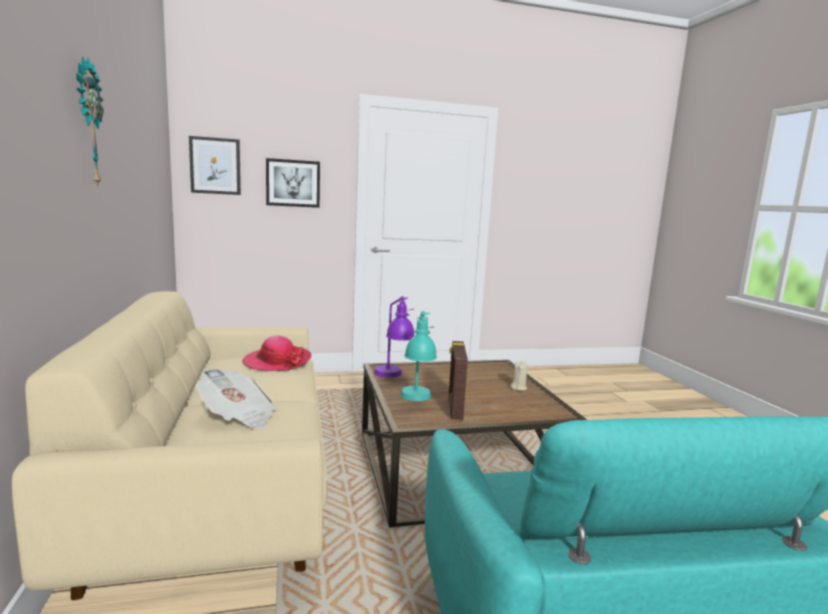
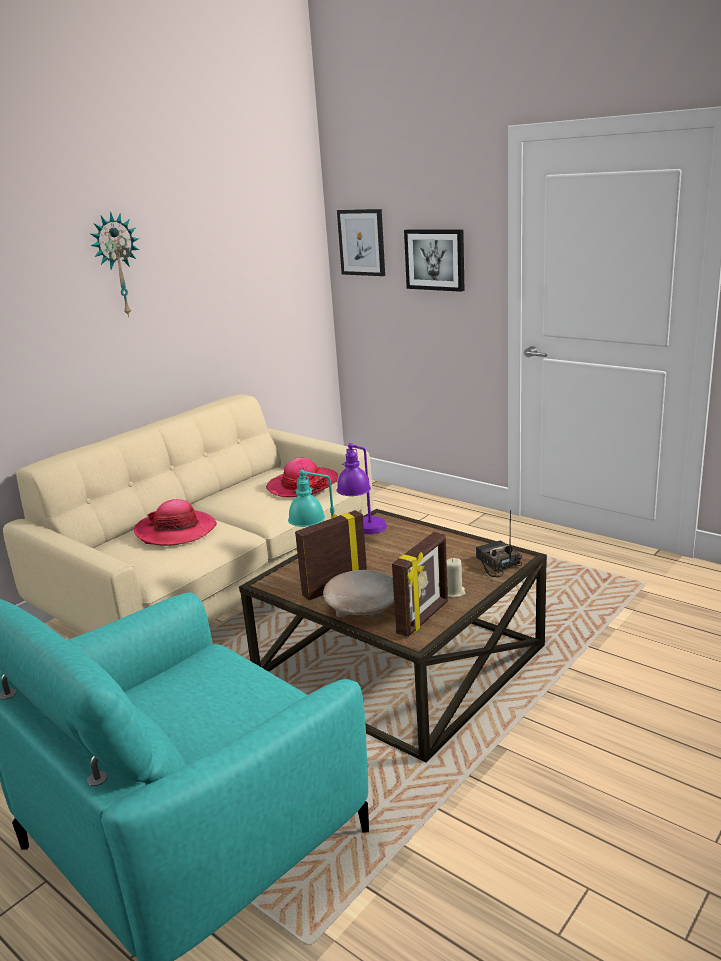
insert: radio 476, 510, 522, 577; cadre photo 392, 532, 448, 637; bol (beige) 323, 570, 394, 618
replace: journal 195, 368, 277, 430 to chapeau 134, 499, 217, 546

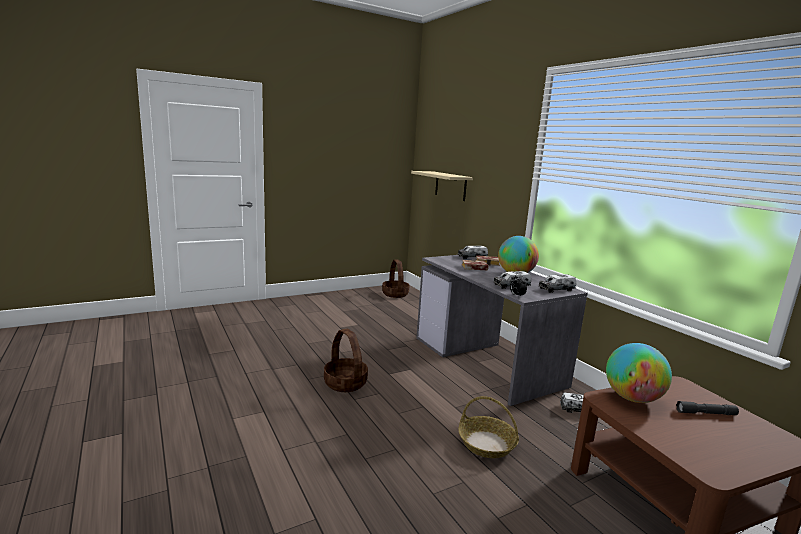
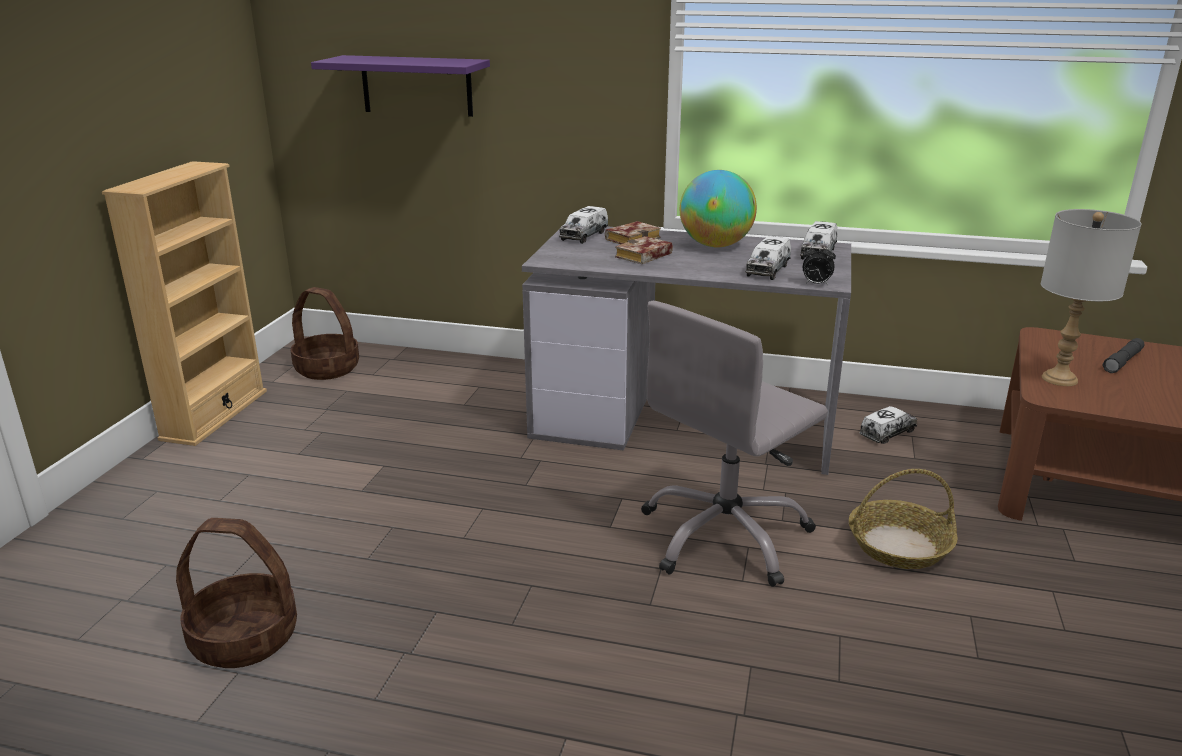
insert: bibliothèque (beige) 102, 161, 267, 446; chaise de bureau (gris) 641, 301, 828, 587
move: panier 324, 329, 368, 392 to 176, 518, 297, 668
replace: globe 606, 343, 672, 403 to lampe de table (gris) 1041, 209, 1141, 386
recolor: étagère (beige) 411, 171, 473, 201 to étagère (violet) 311, 55, 490, 117

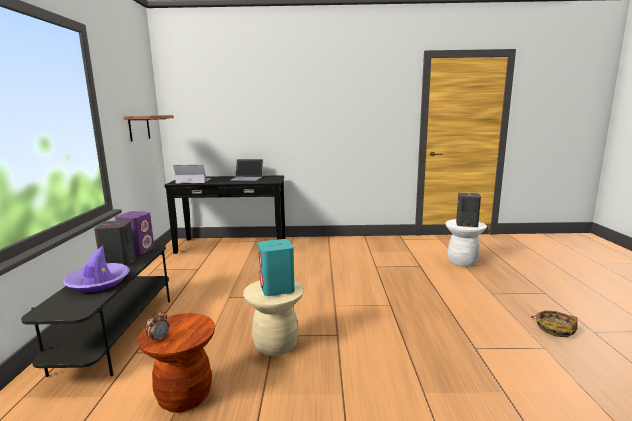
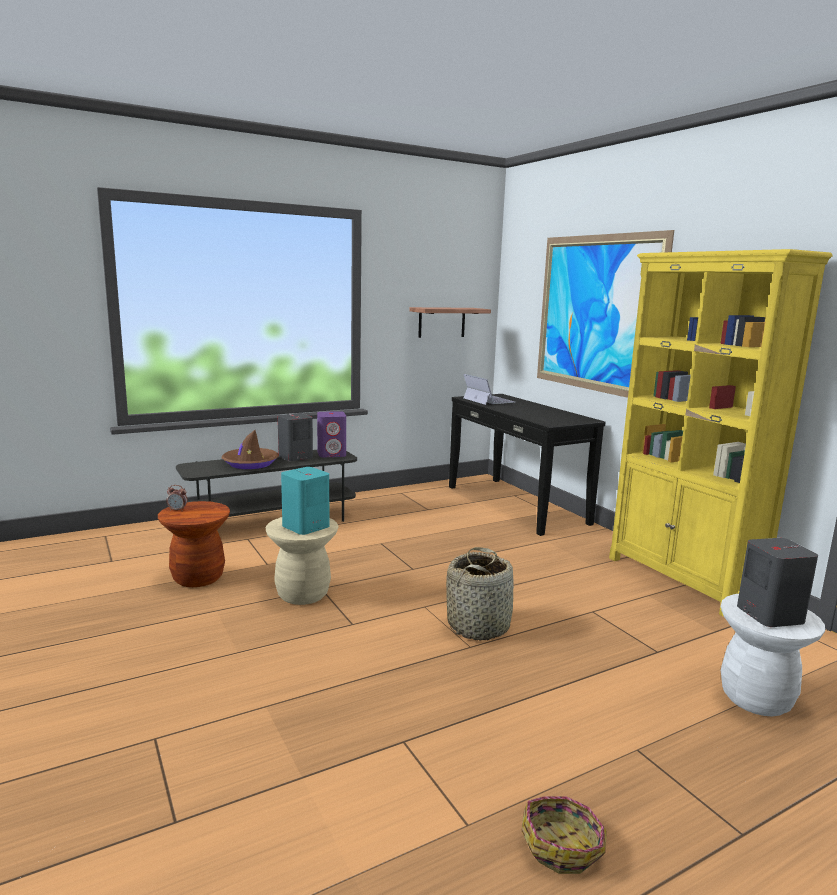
delete: ordinateur portable 231, 159, 264, 181
insert: tableau 537, 230, 674, 398; bibliothèque (jaune) 609, 249, 833, 617; panier 446, 547, 514, 641
recolor: chapeau (violet) 63, 246, 130, 292 to chapeau (marron) 222, 430, 279, 469

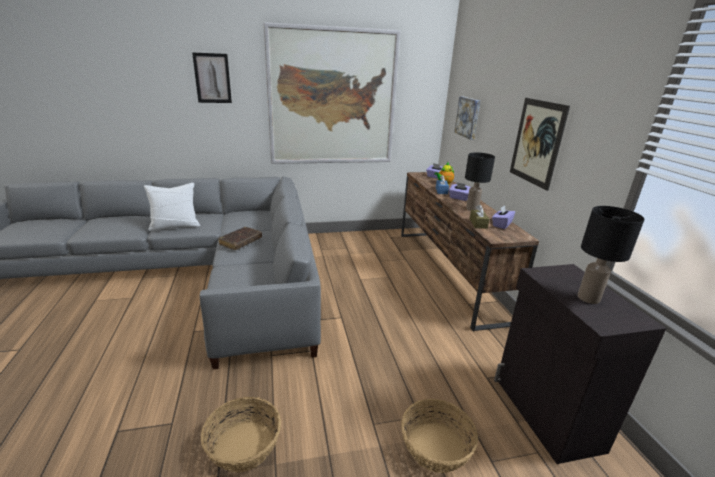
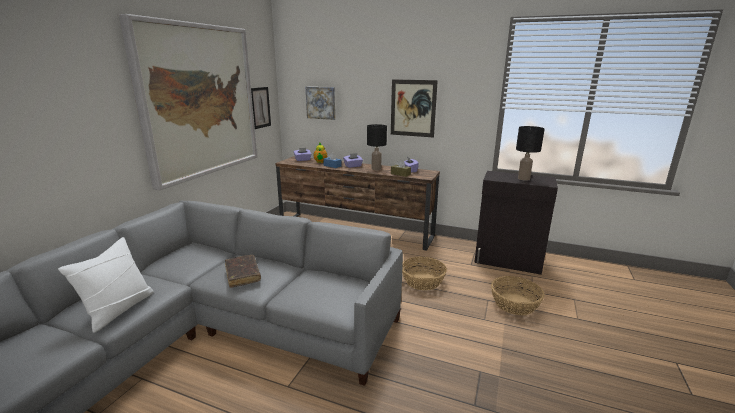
move: tableau 192, 52, 232, 103 to 251, 87, 271, 129; panier 201, 397, 281, 473 to 402, 257, 447, 290

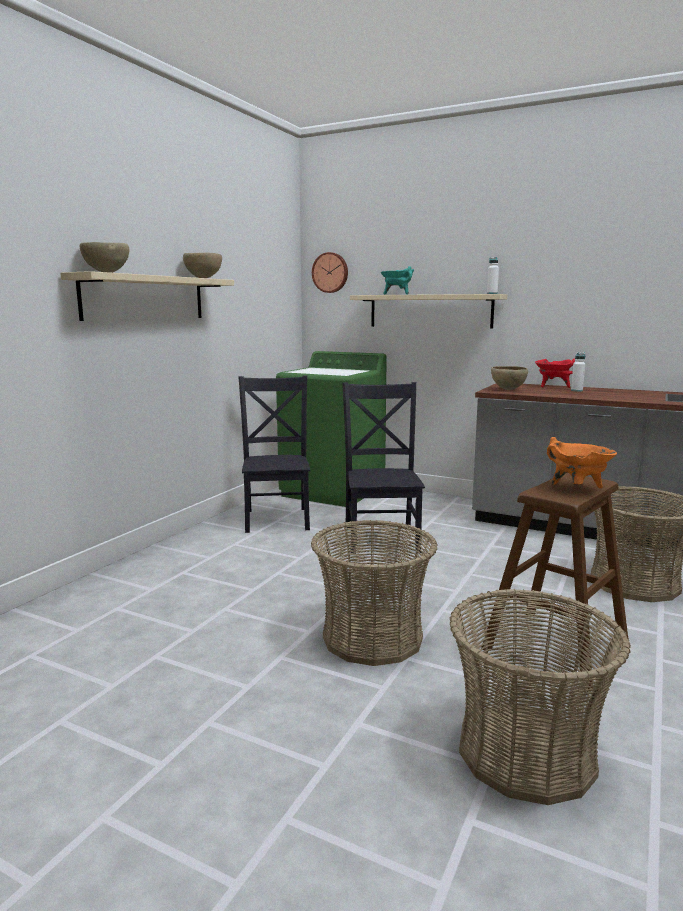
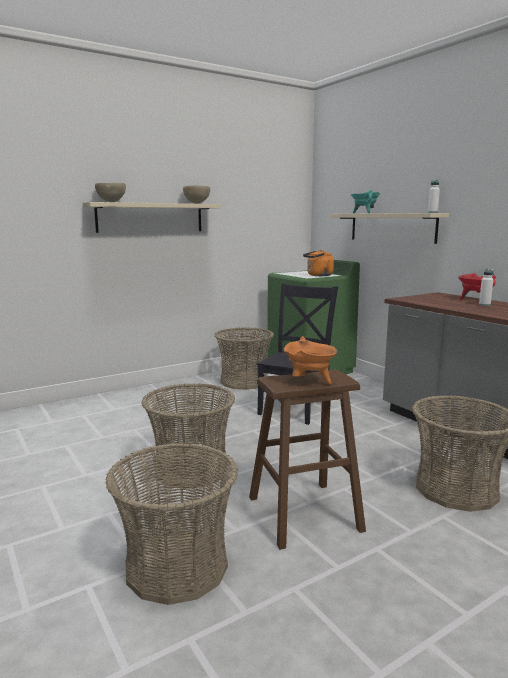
delete: horloge murale 312, 252, 348, 293; bol (marron) 491, 366, 528, 390
insert: bouilloire (orange) 303, 250, 334, 276
replace: chaise (noir) 239, 375, 310, 533 to panier 215, 327, 274, 390

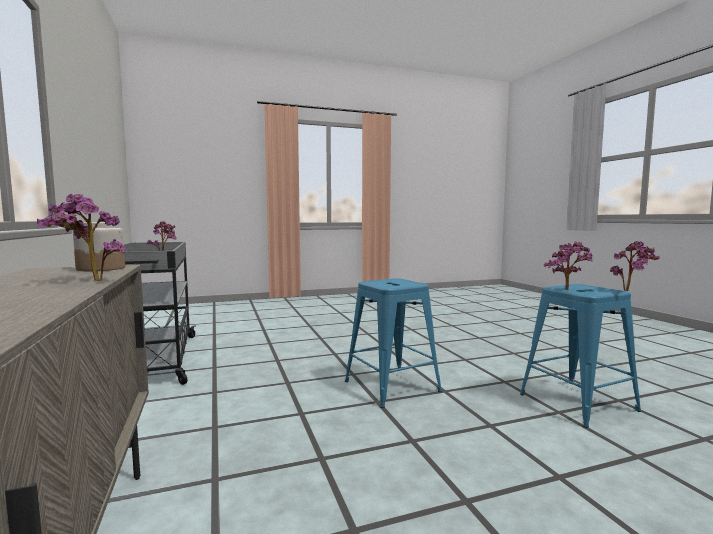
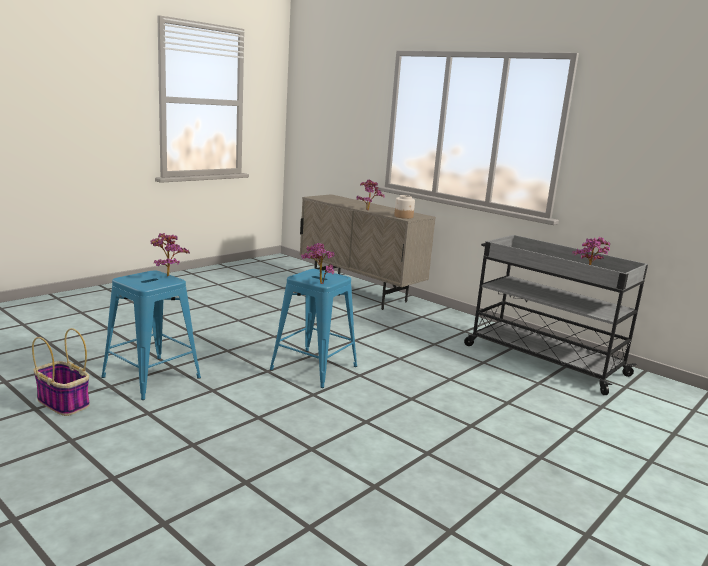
insert: panier 32, 328, 90, 416
move: plante en pot 610, 241, 660, 291 to 301, 243, 335, 284

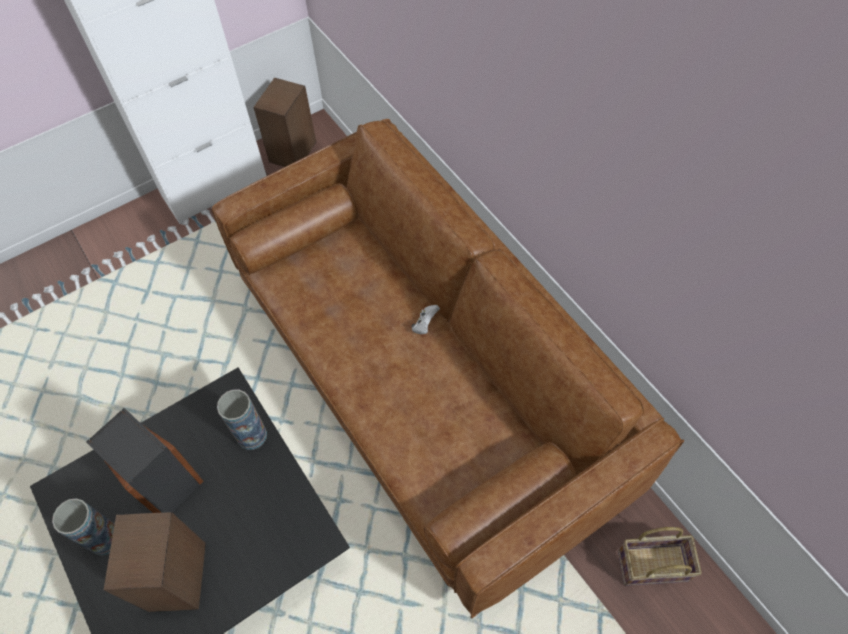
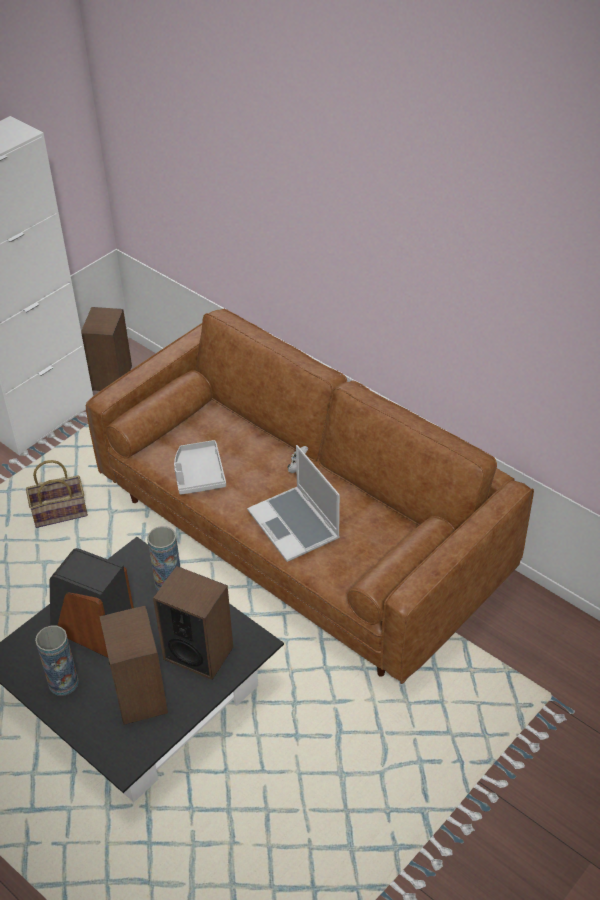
insert: plateau (gris) 174, 440, 226, 495; ordinateur portable 247, 445, 340, 562; enceinte 153, 566, 233, 680
move: panier 618, 527, 702, 586 to 26, 460, 88, 528

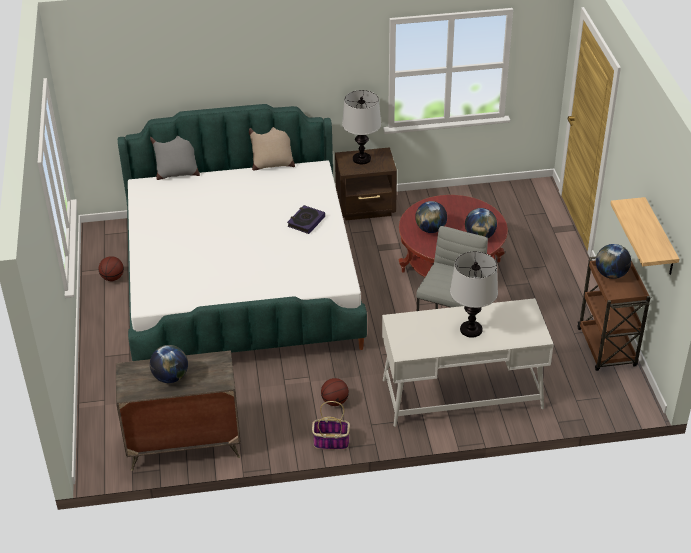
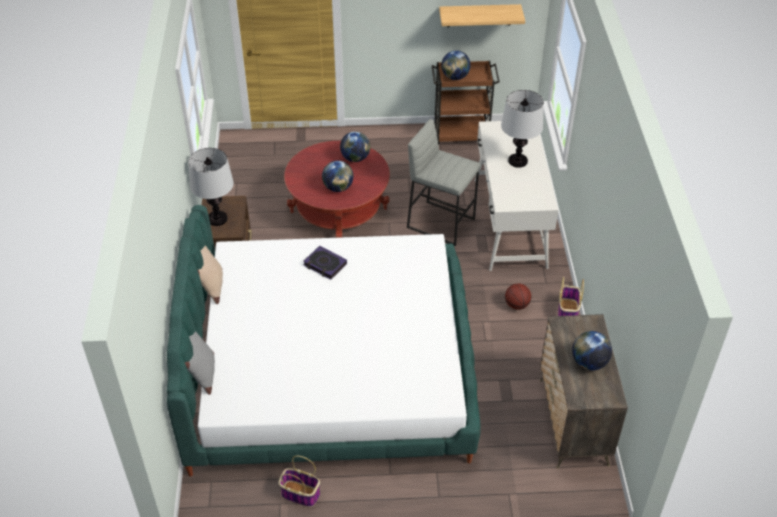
replace: ballon de basket 98, 256, 124, 281 to panier 279, 456, 320, 507

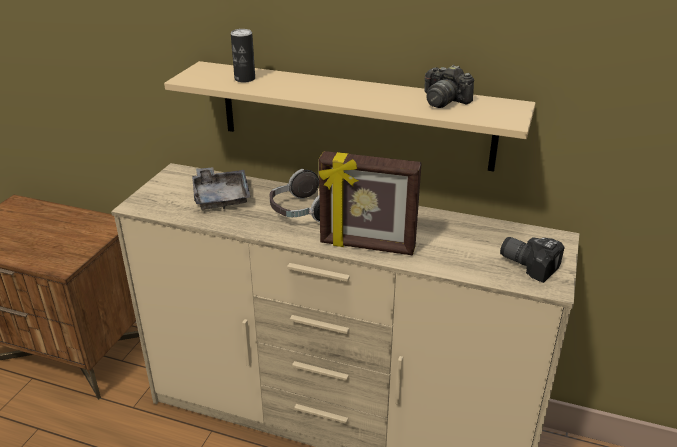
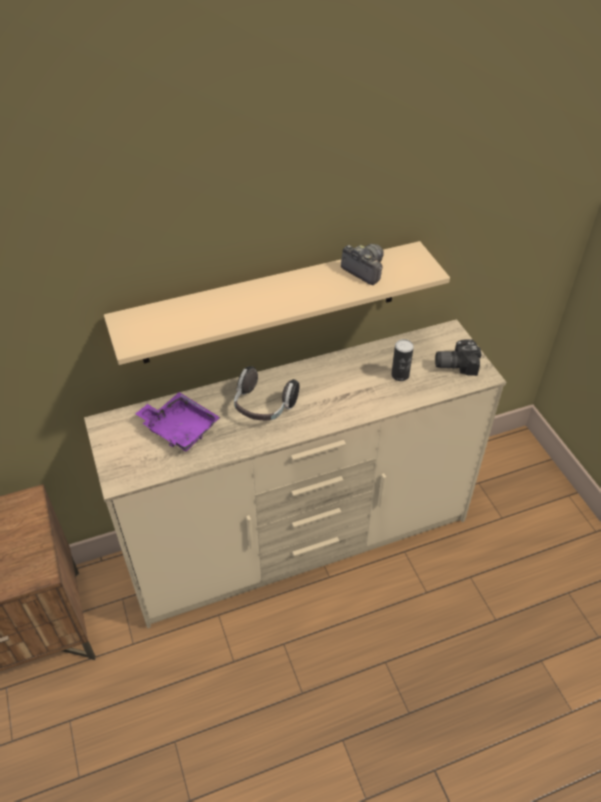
delete: cadre photo 319, 151, 422, 255
move: boîte métallique 231, 29, 255, 83 to 391, 339, 414, 381
recolor: plateau (gris) 192, 167, 251, 210 to plateau (violet) 135, 392, 220, 451
rotate: appareil photo 424, 65, 474, 108 = 341, 244, 384, 285 135 degrees counterclockwise

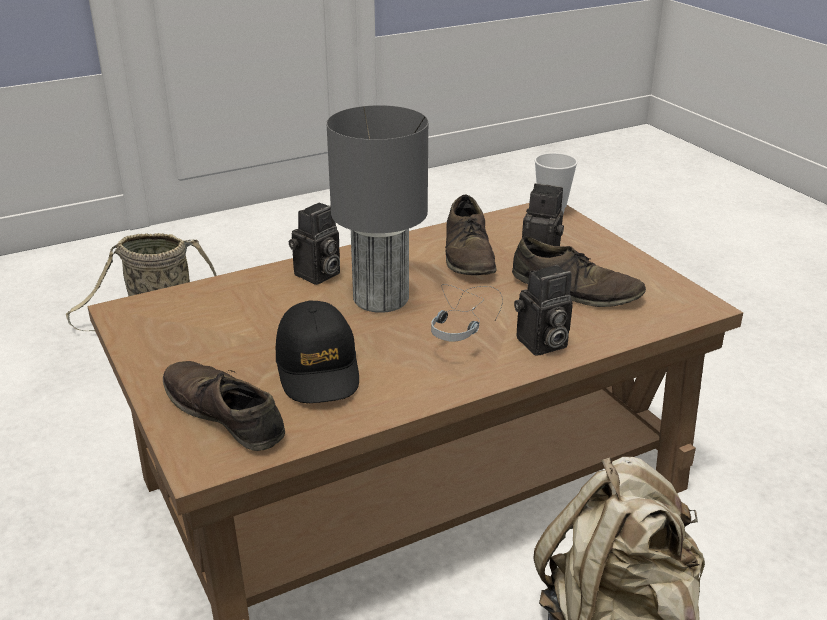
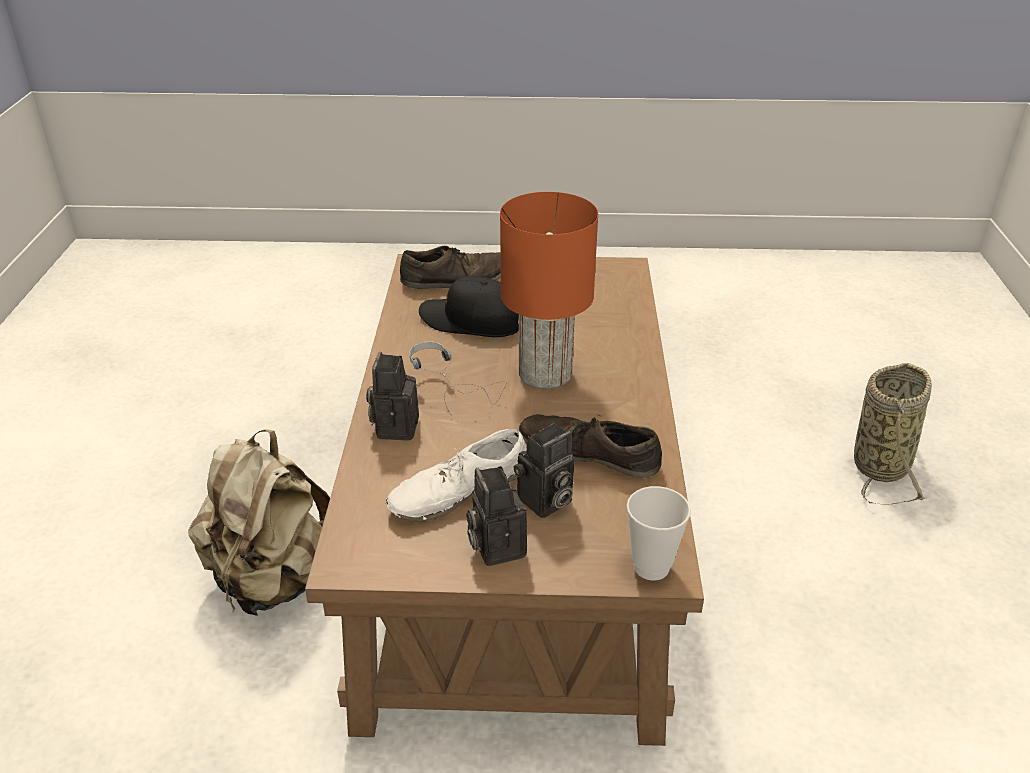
move: appareil photo 289, 202, 340, 285 to 466, 466, 527, 566
recolor: lampe de table (gris) 326, 105, 428, 313 to lampe de table (orange) 500, 192, 598, 389; chaussure (marron) 512, 236, 646, 307 to chaussure (blanc) 386, 429, 526, 522

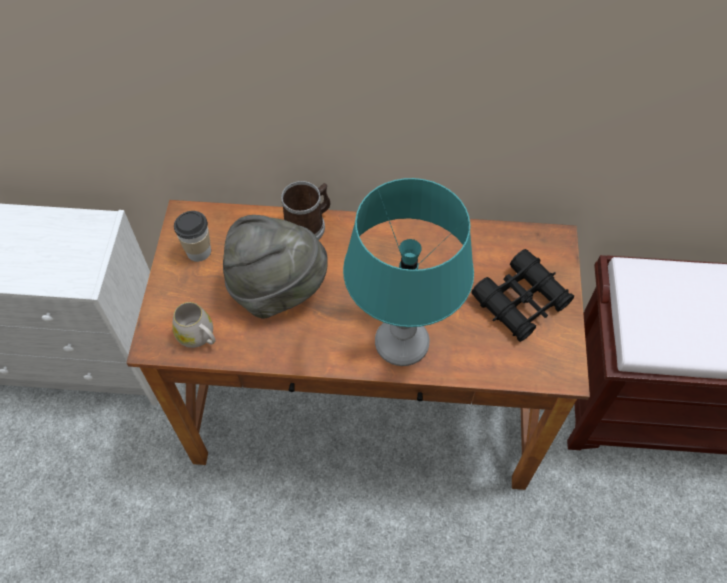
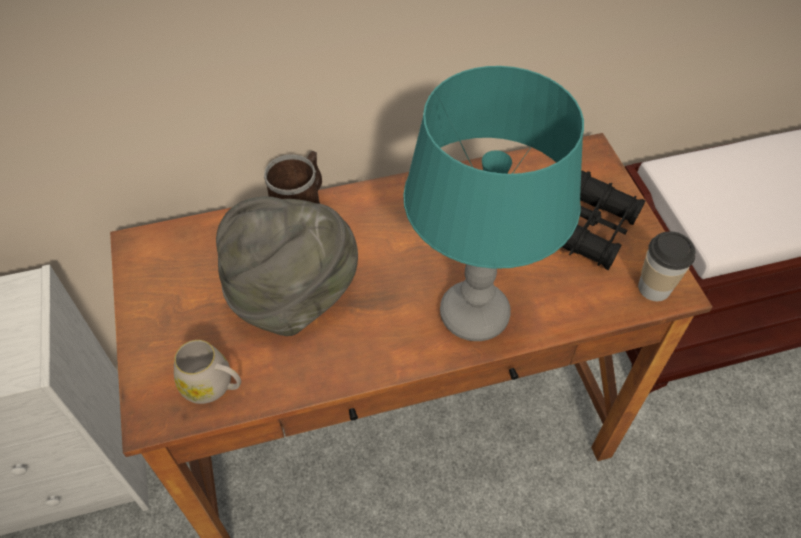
move: tasse 174, 211, 211, 262 to 638, 231, 695, 301

